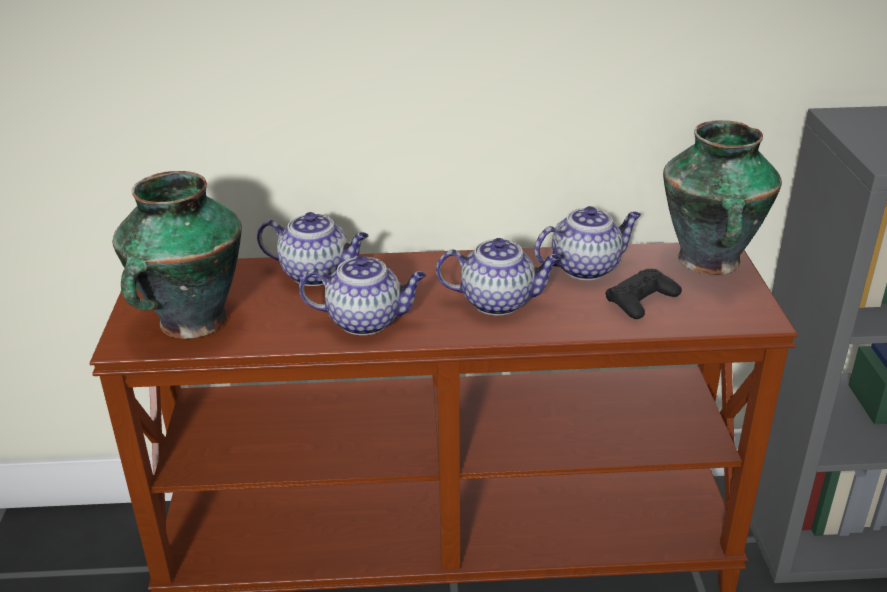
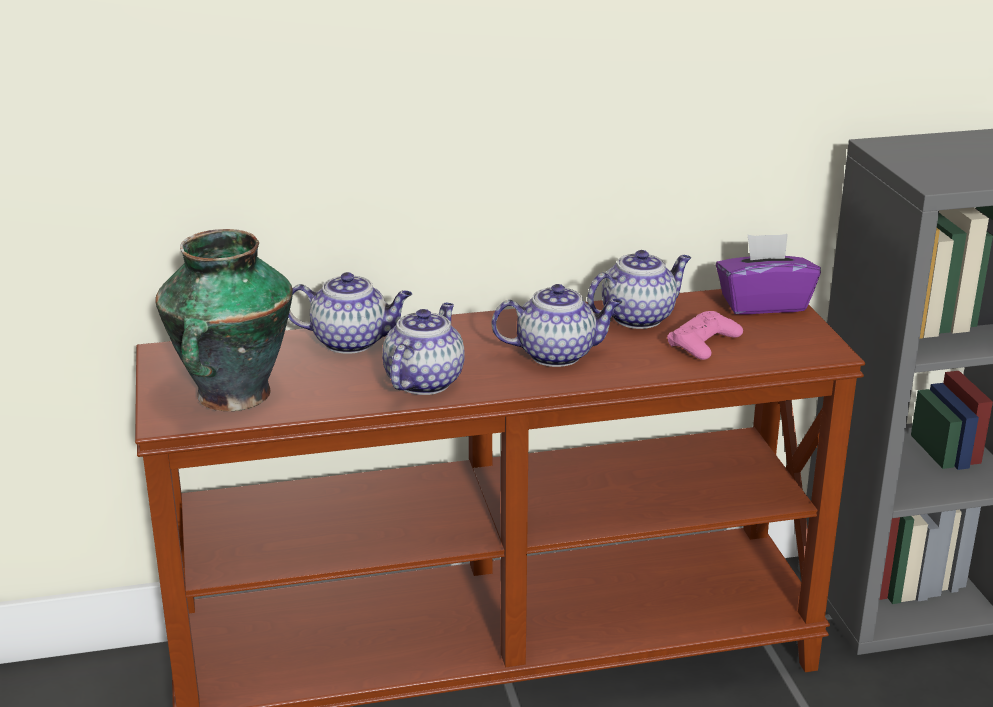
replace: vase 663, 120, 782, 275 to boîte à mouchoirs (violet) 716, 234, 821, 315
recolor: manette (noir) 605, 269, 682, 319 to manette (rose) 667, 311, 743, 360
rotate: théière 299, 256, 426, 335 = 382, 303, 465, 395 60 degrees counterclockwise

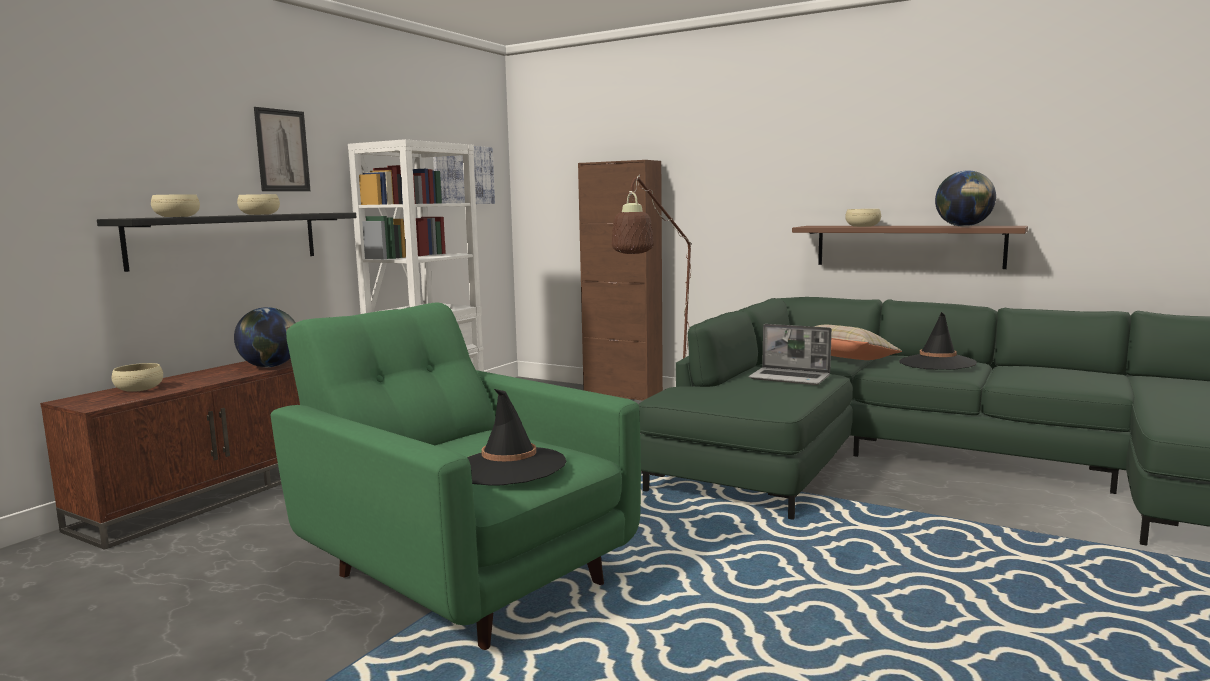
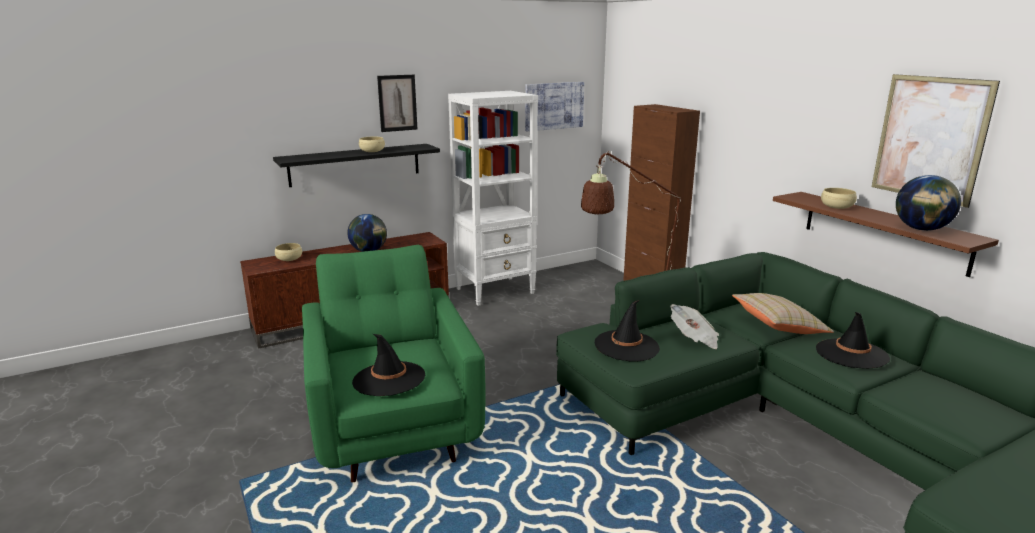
delete: bol (beige) 151, 194, 200, 217
insert: tableau 872, 74, 1000, 208; chapeau (noir) 595, 300, 660, 362
replace: ordinateur portable 749, 324, 832, 385 to journal 670, 304, 719, 349

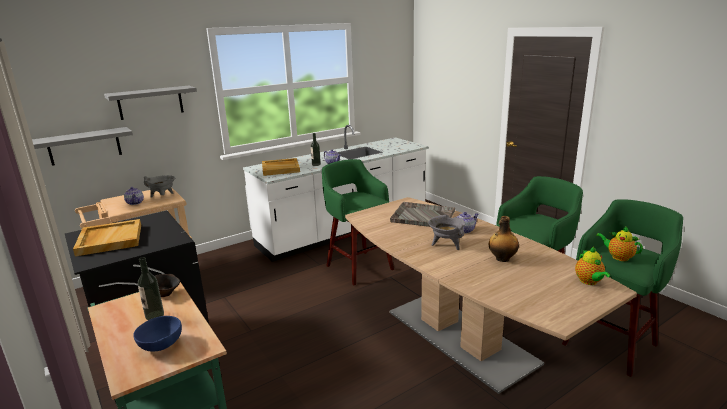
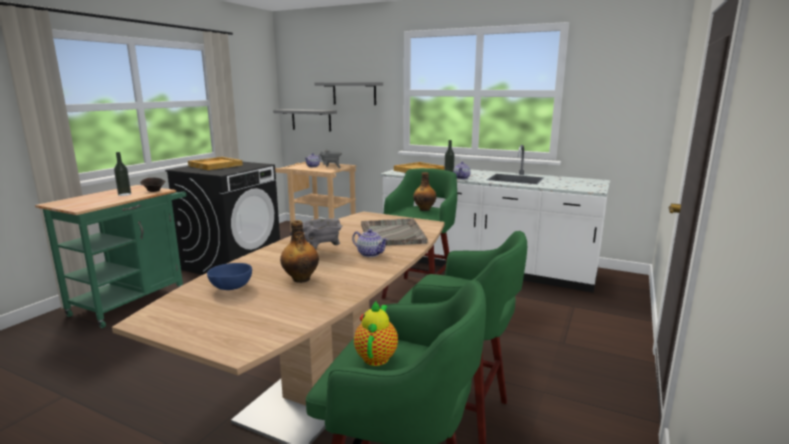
delete: théière 575, 247, 610, 285
insert: bouteille 413, 172, 437, 211
move: bol (bleu) 133, 316, 182, 351 to 207, 263, 252, 290

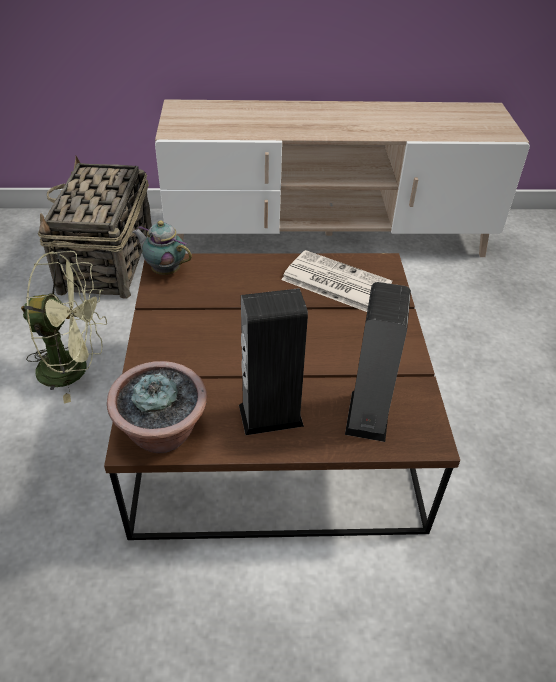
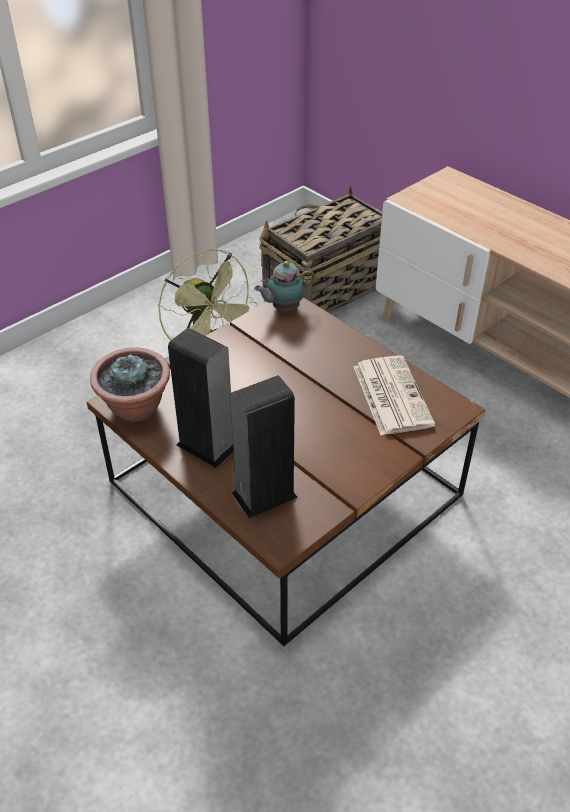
rotate: théière 133, 220, 192, 275 = 254, 261, 315, 311 105 degrees counterclockwise

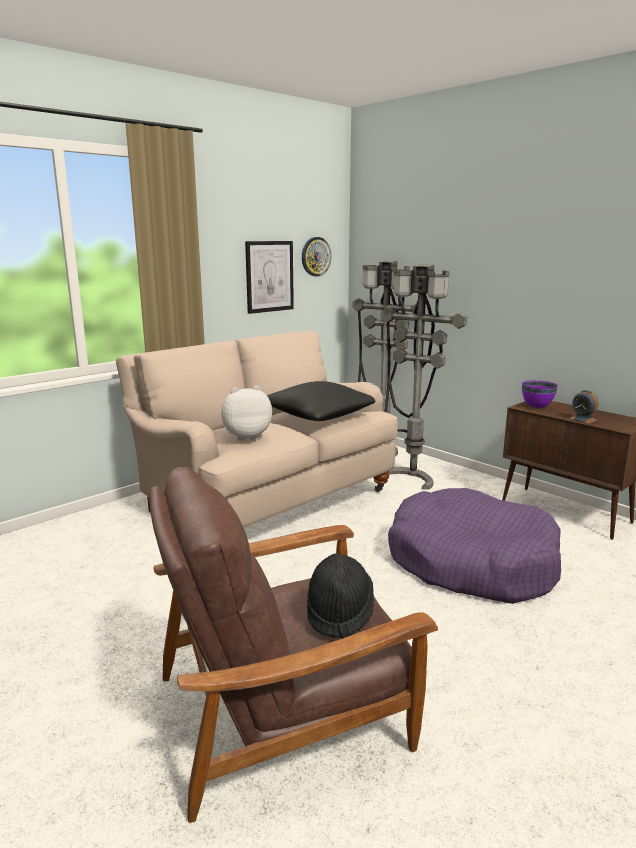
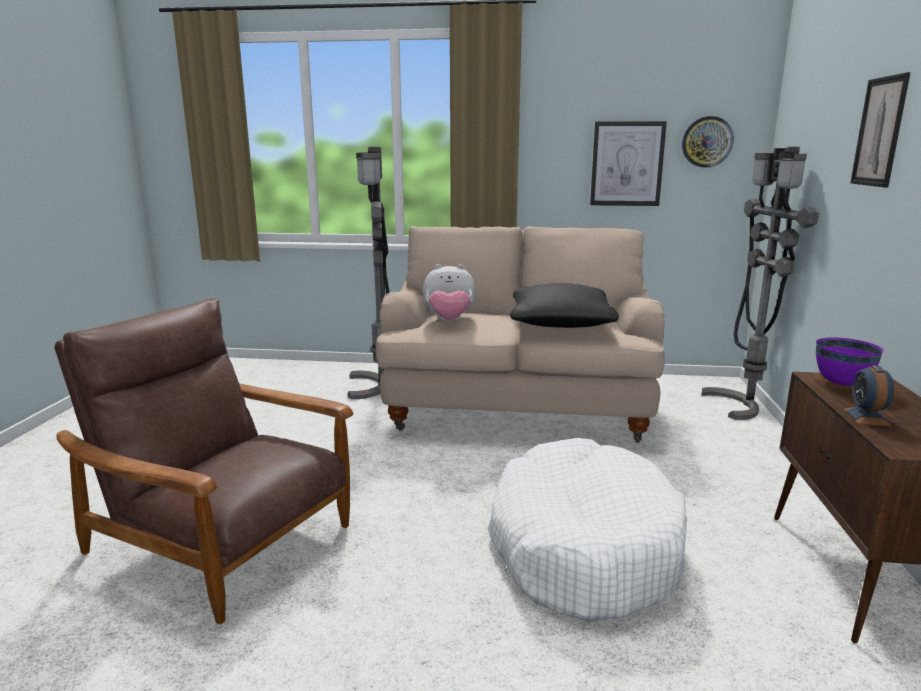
delete: chapeau (noir) 307, 554, 374, 639
insert: tableau 850, 72, 910, 188
move: lampadaire (gris) 381, 265, 467, 490 to 347, 147, 390, 399
recolor: panier pour chien (violet) 388, 488, 561, 604 to panier pour chien (blanc) 488, 438, 687, 622
rotate: peluche 221, 386, 272, 441 = 423, 264, 476, 320 150 degrees clockwise

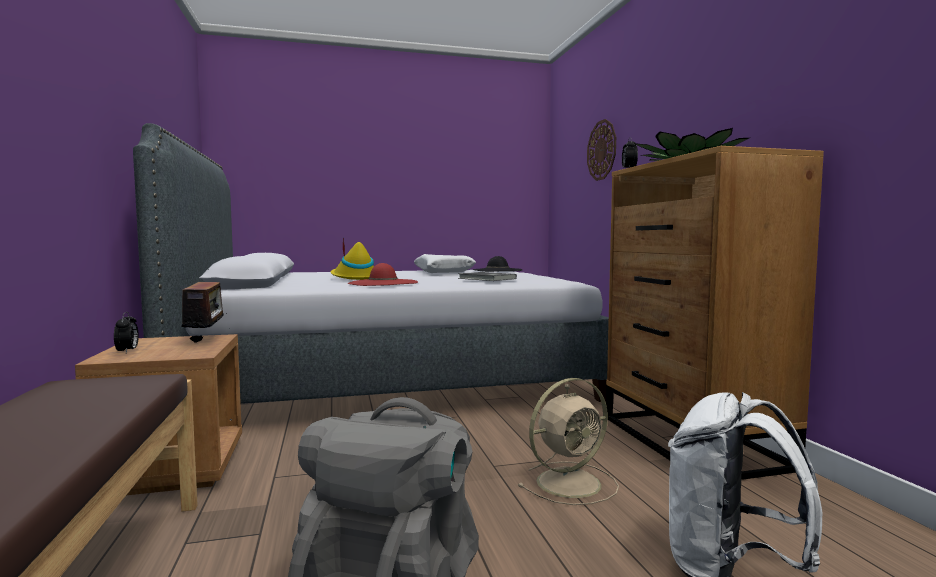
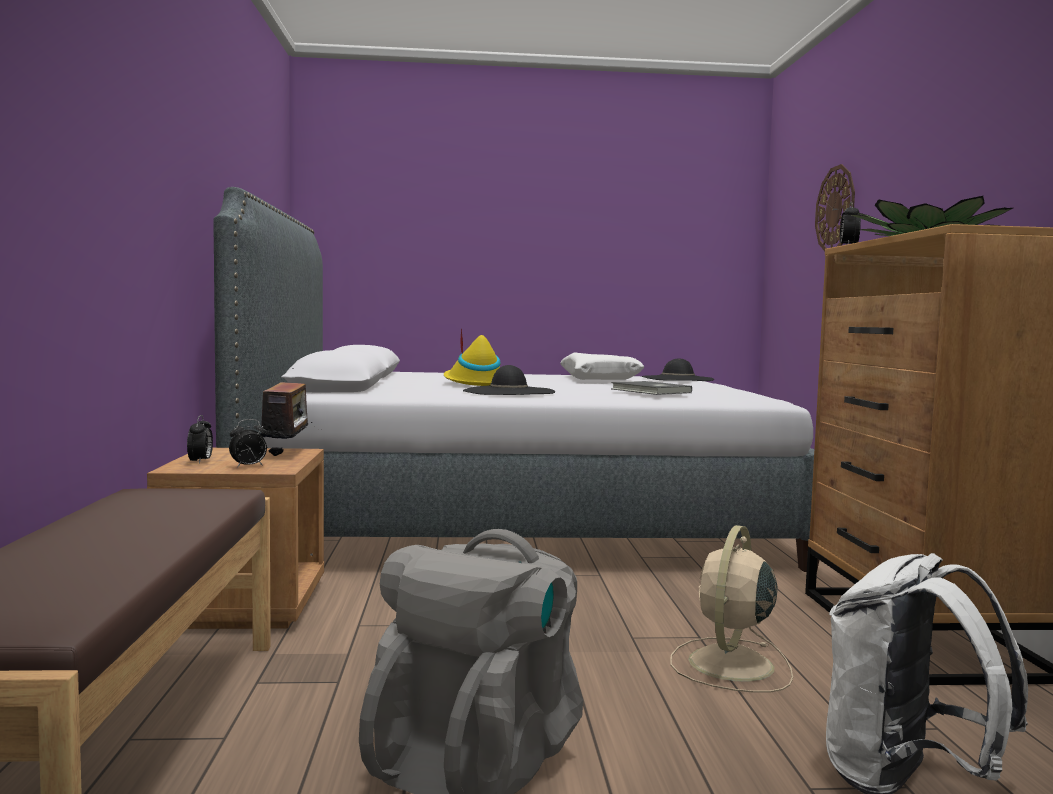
insert: réveil 229, 419, 267, 468
recolor: chapeau (rouge) 348, 263, 418, 286 to chapeau (noir) 463, 365, 555, 395
rotate: ventilateur (beige) 518, 378, 619, 505 = 670, 525, 793, 693 135 degrees clockwise

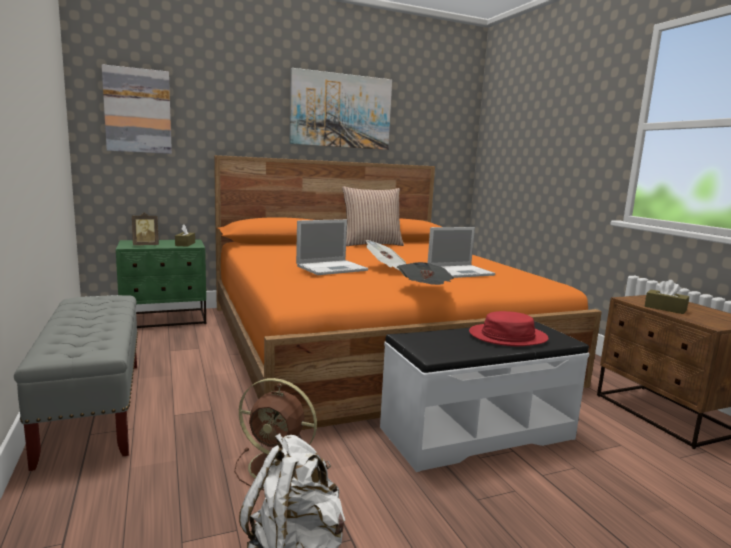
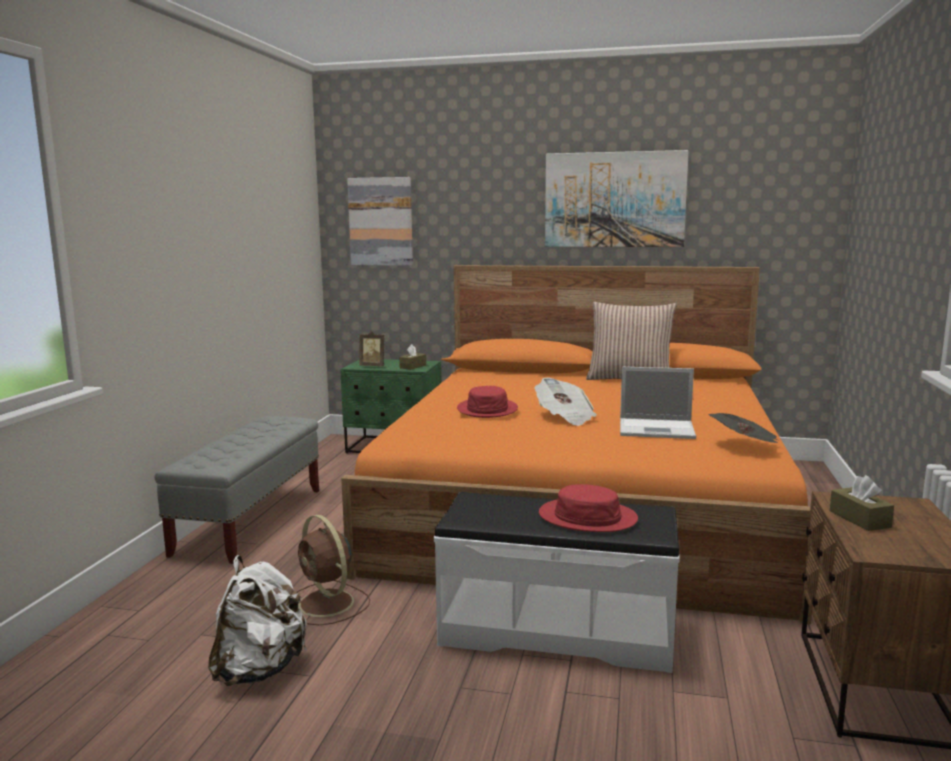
move: journal 397, 262, 454, 285 to 708, 413, 778, 443
replace: ordinateur portable 296, 219, 368, 275 to chapeau (rouge) 457, 386, 518, 418

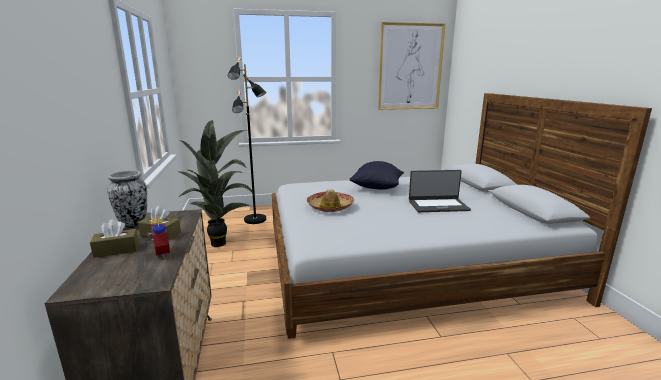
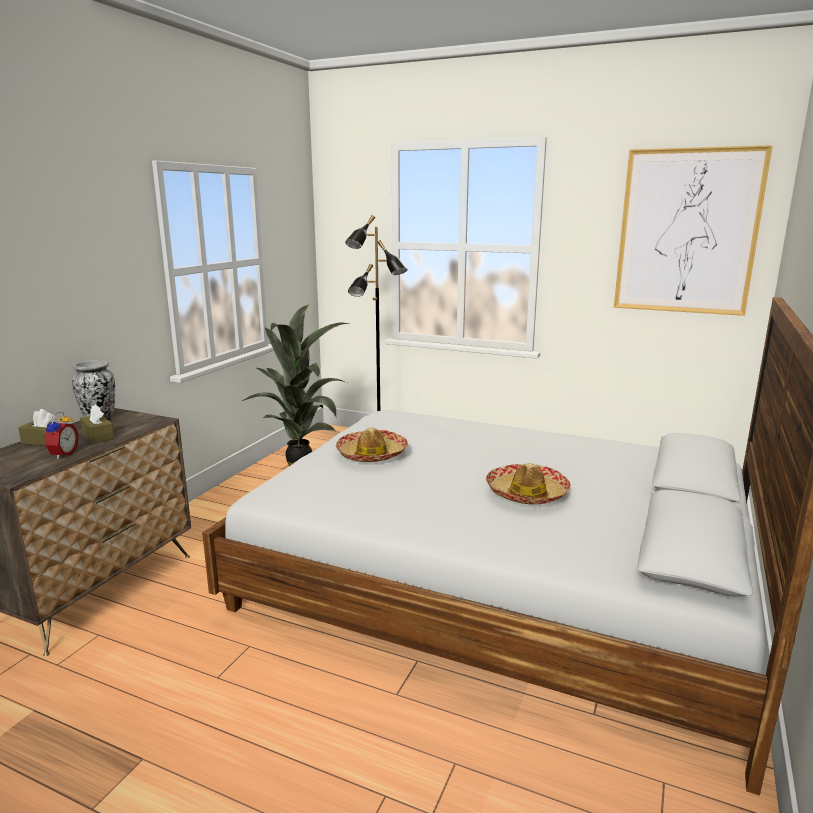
delete: coussin (noir) 350, 161, 404, 190
replace: ordinateur portable 409, 170, 471, 212 to chapeau 486, 463, 571, 504

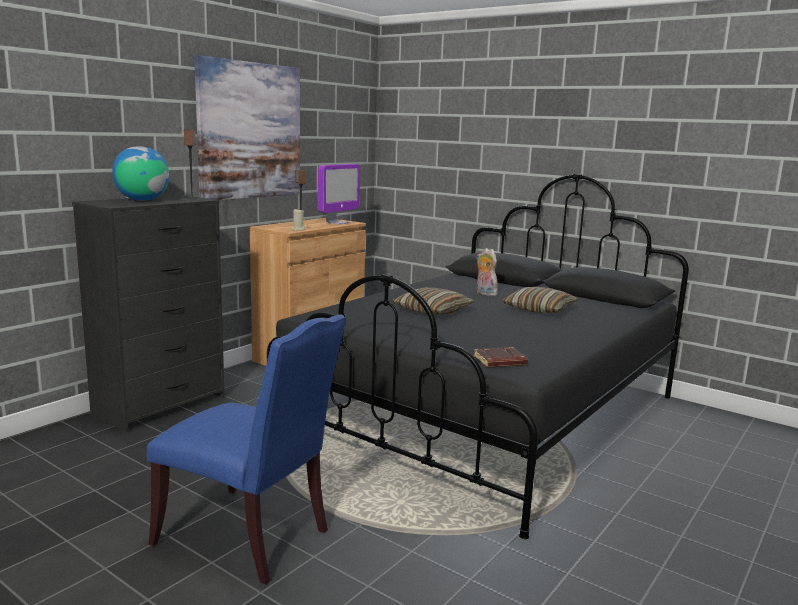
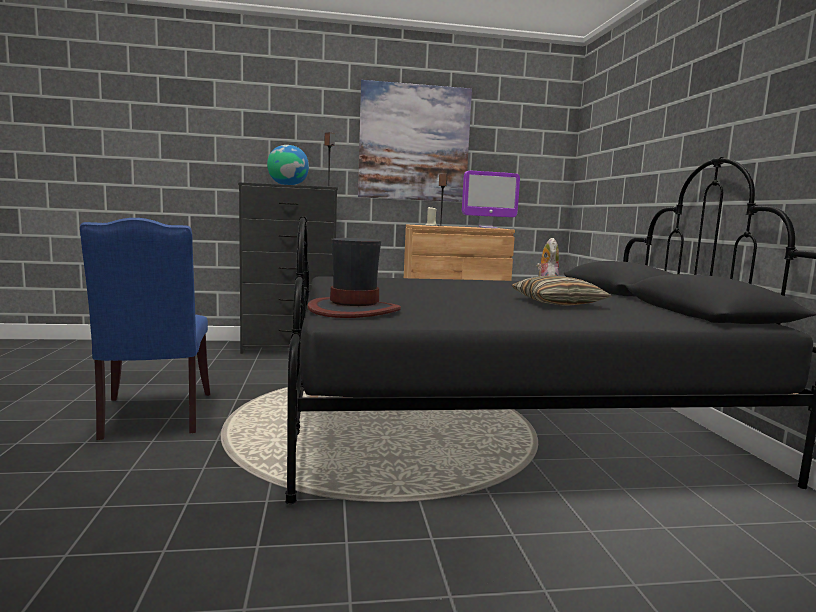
delete: coussin 392, 288, 475, 315
replace: livre (marron) 474, 347, 528, 367 to chapeau 308, 238, 401, 318

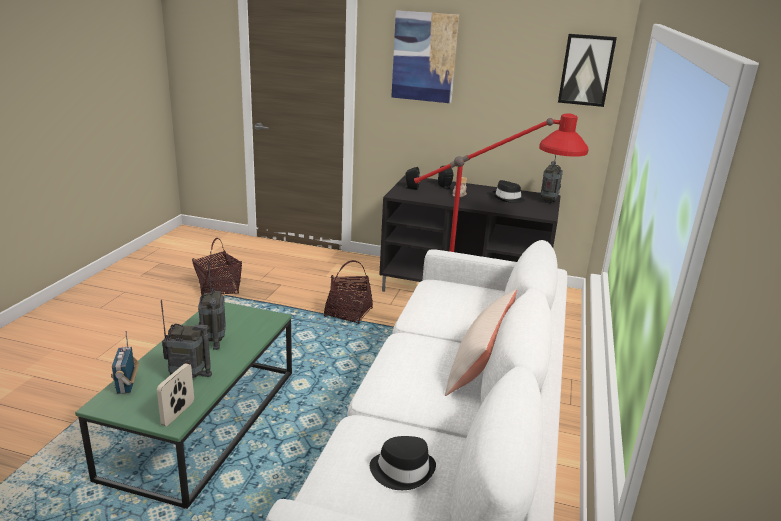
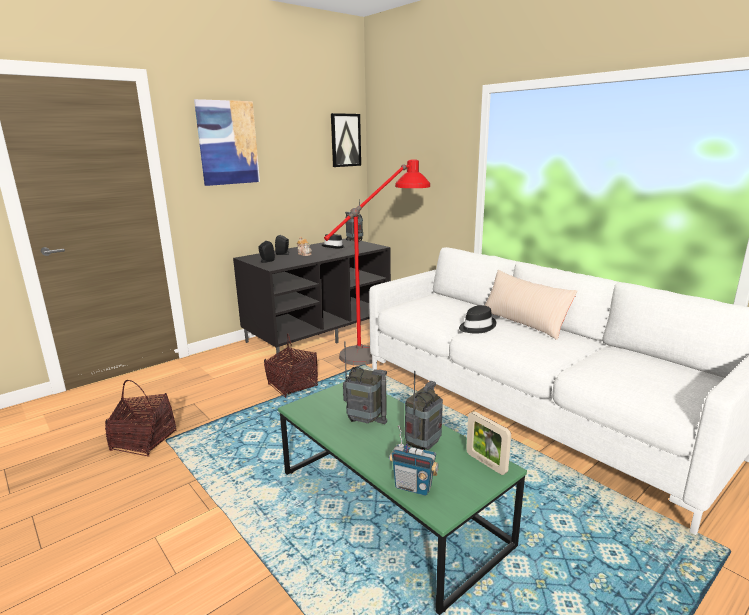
move: chapeau (noir) 370, 436, 436, 490 to 459, 305, 496, 334

